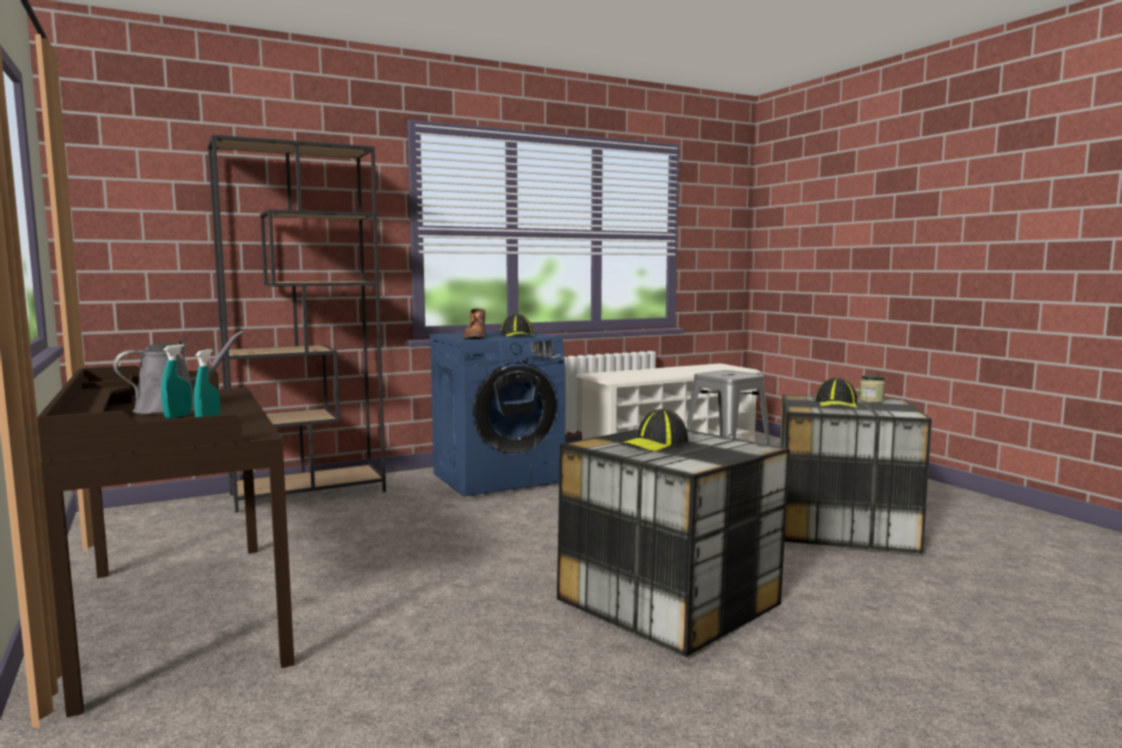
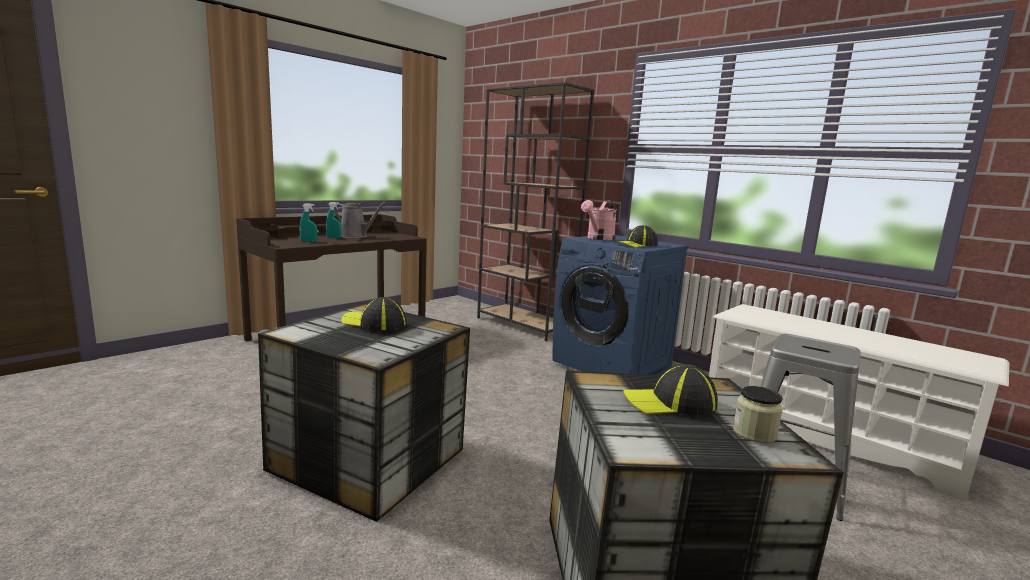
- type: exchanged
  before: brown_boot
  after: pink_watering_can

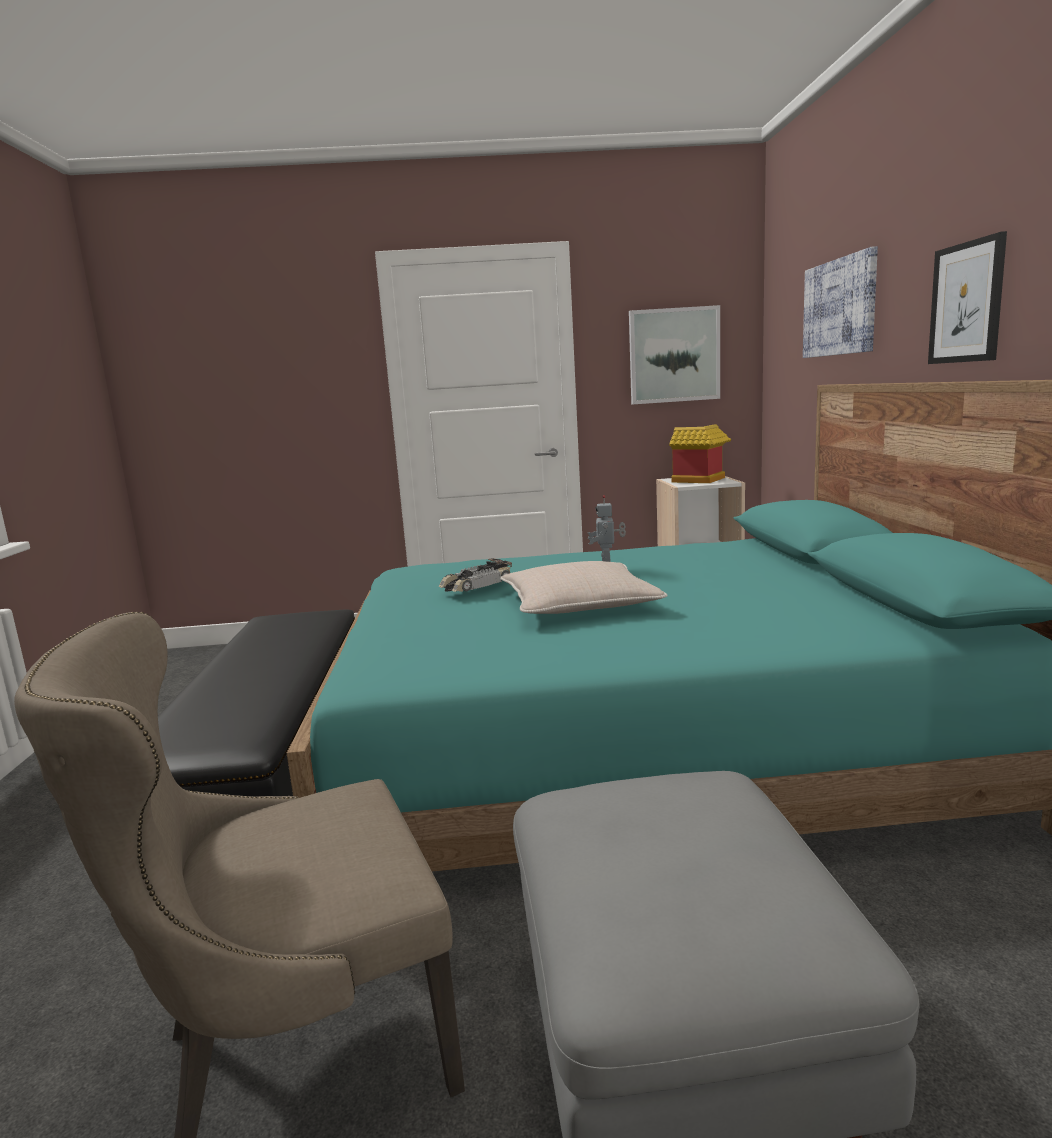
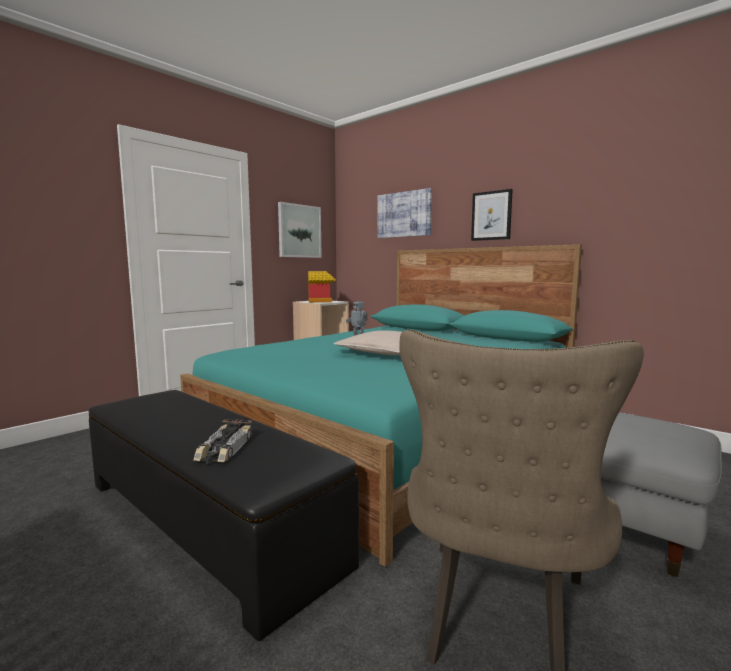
- type: relocated
  before: toy_car

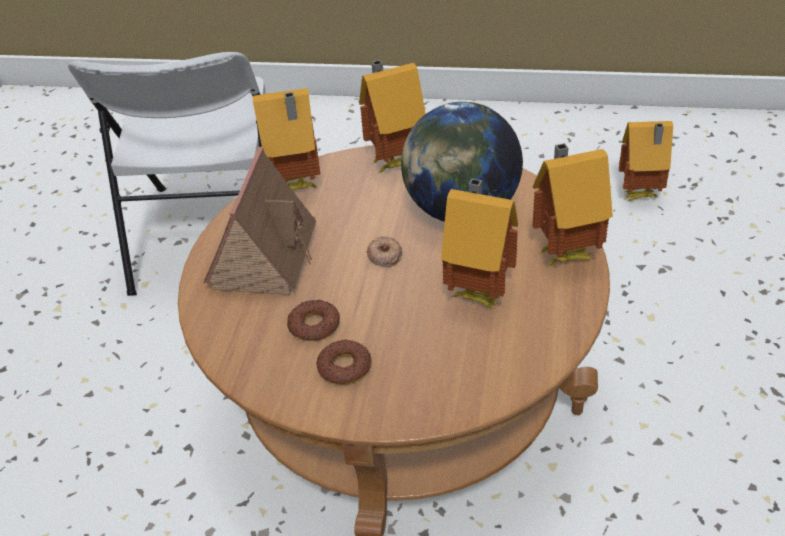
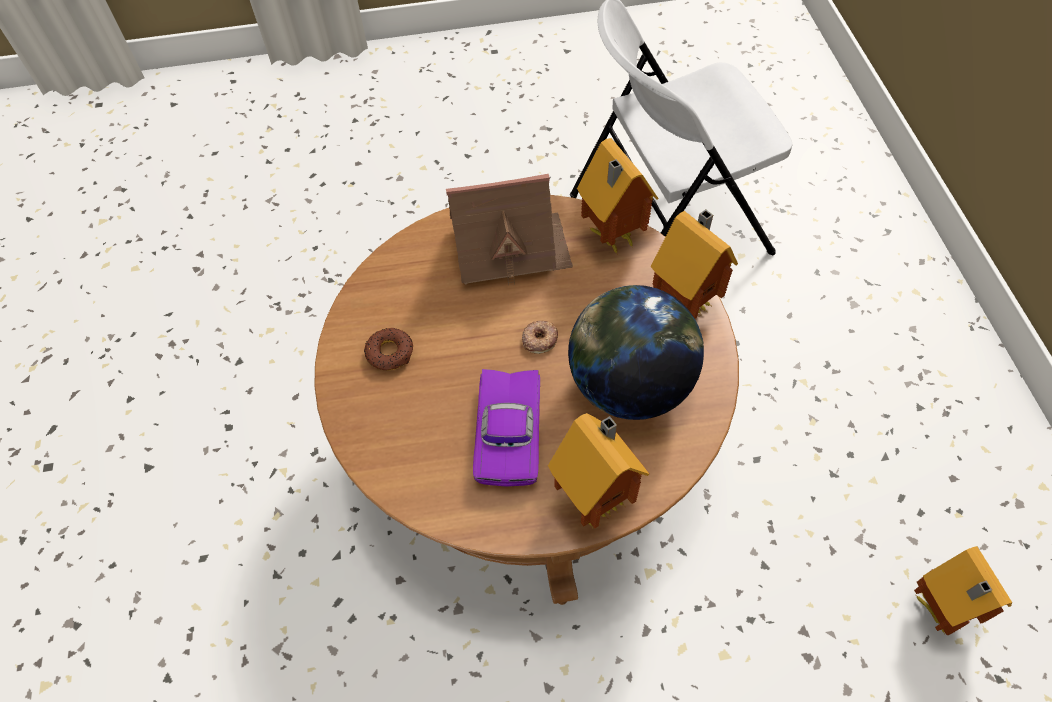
- type: exchanged
  before: toy_house (no. 4 from left)
  after: purple_toy_car
- type: missing
  before: donut (no. 1 from left)

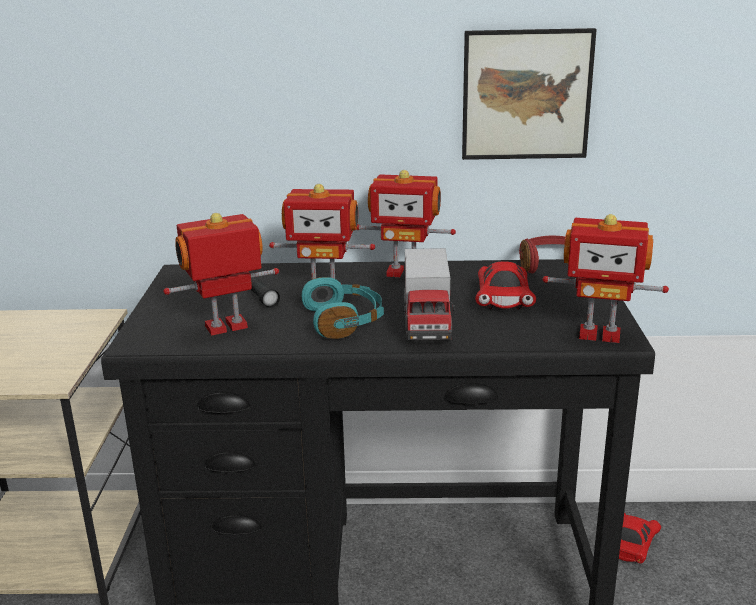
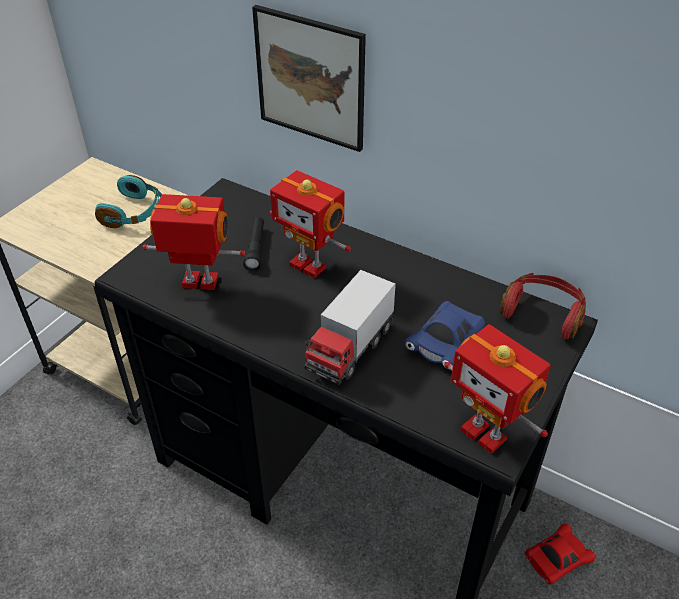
- type: relocated
  before: picture
- type: missing
  before: toy_robot (no. 3 from left)
- type: colour
  before: red_toy_car (no. 1 from left)
  after: blue_toy_car
- type: relocated
  before: turquoise_headphones

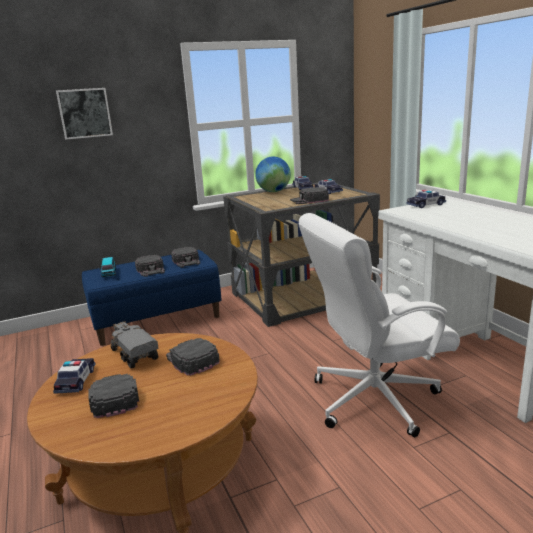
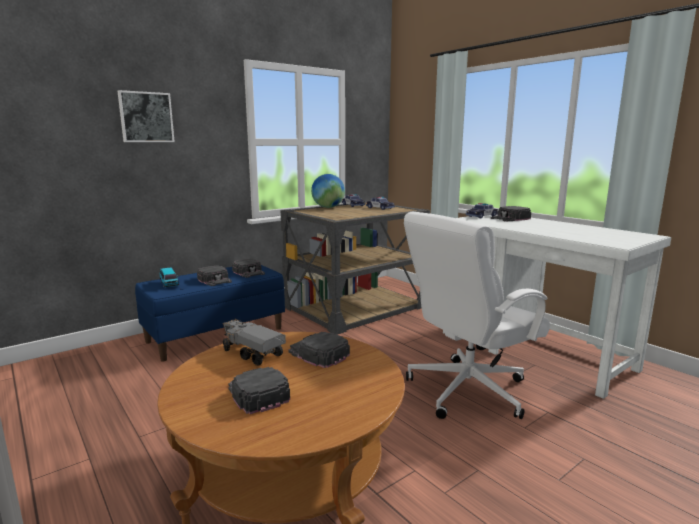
- type: relocated
  before: black_cap (no. 5 from left)
- type: missing
  before: toy_car (no. 1 from left)

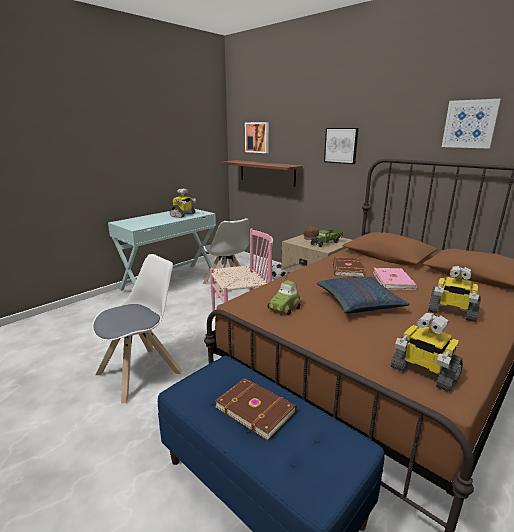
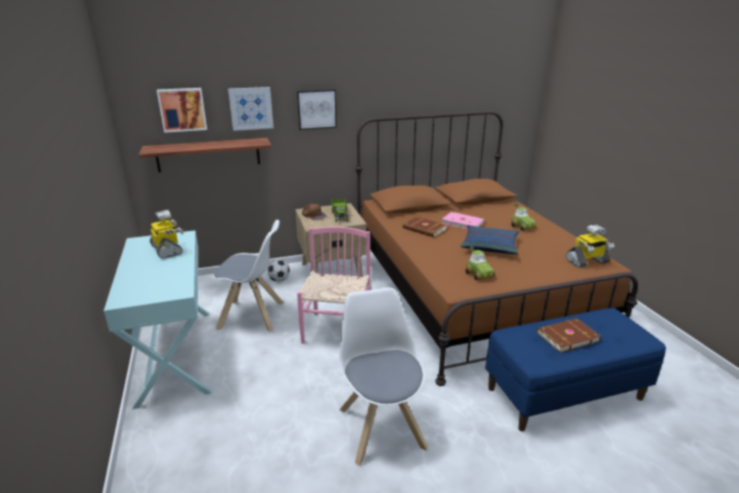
- type: relocated
  before: picture (no. 3 from left in the first image)
  after: picture (no. 2 from left)
- type: exchanged
  before: toy_robot (no. 3 from left)
  after: toy_car (no. 2 from left)

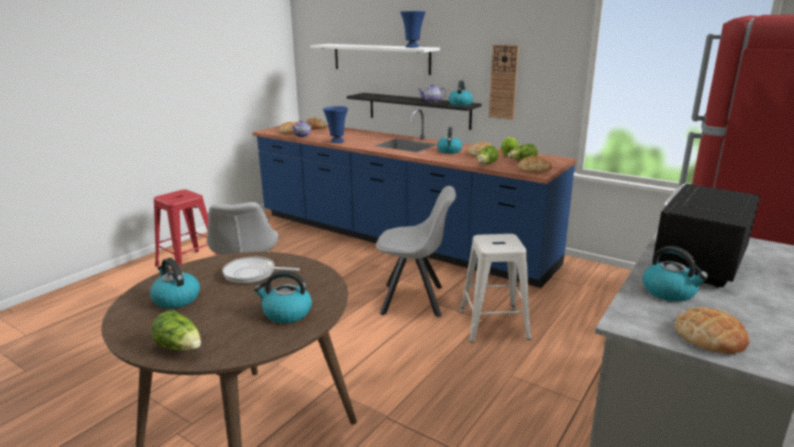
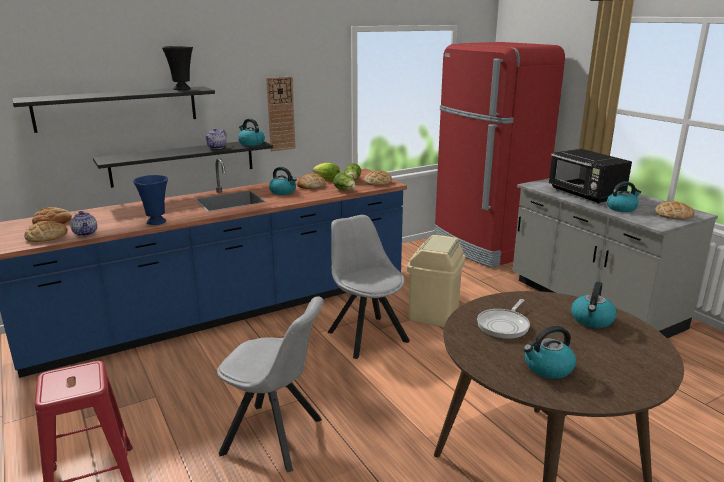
- type: colour
  before: blue_vase (no. 2 from left)
  after: black_vase
- type: colour
  before: white_shelf
  after: black_shelf (no. 1 from left)
- type: spun
  before: grey_chair (no. 2 from left)
  turn: -60
- type: exchanged
  before: white_stool
  after: beige_trash_can
- type: missing
  before: lettuce (no. 1 from left)

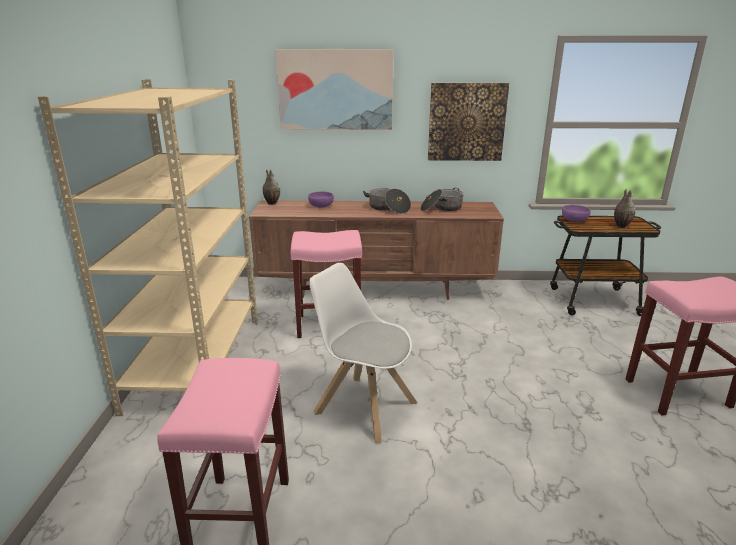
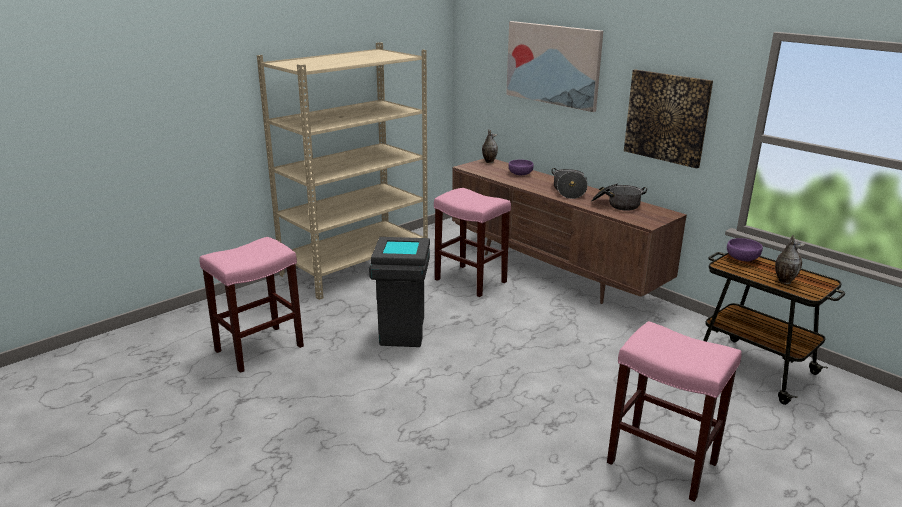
- type: exchanged
  before: chair
  after: grey_trash_can

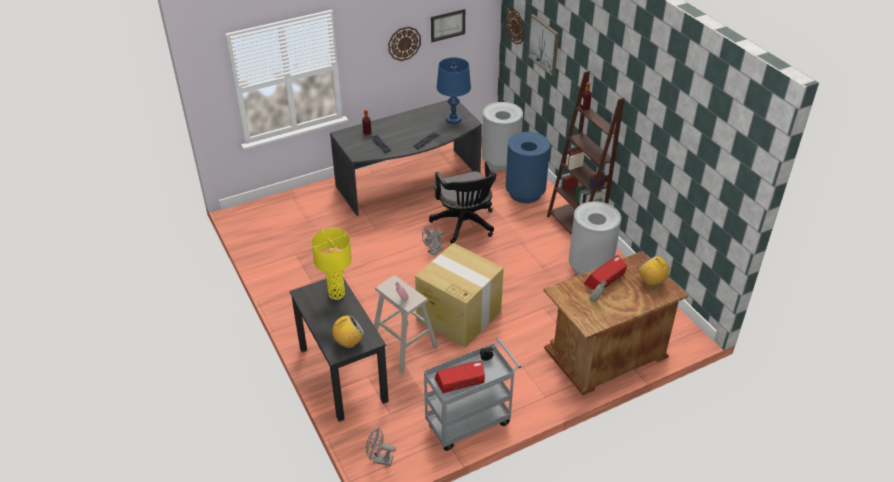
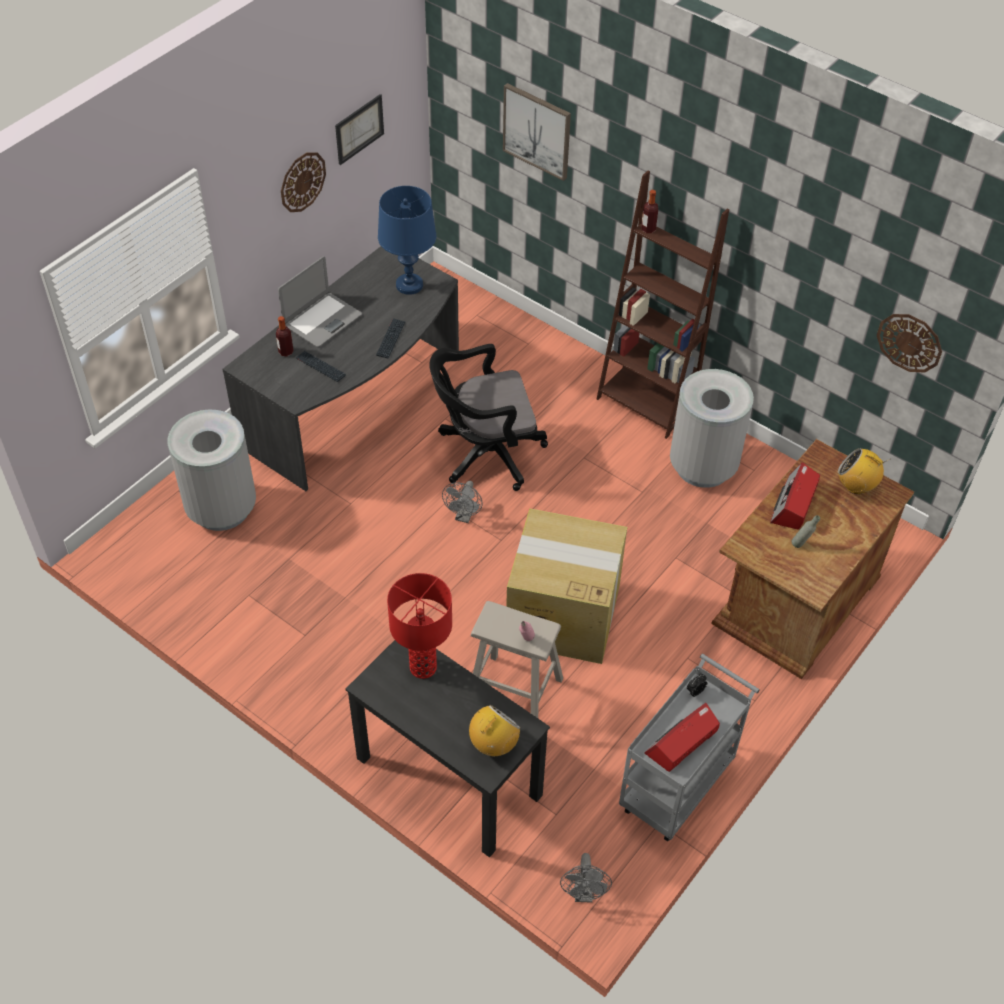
- type: relocated
  before: wall_clock (no. 2 from left)
- type: relocated
  before: grey_trash_can (no. 1 from left)
- type: missing
  before: blue_trash_can
- type: spun
  before: black_office_chair
  turn: 120
- type: colour
  before: yellow_table_lamp
  after: red_table_lamp
- type: spun
  before: grey_fan (no. 1 from left in the first image)
  turn: -75
- type: appeared
  after: laptop

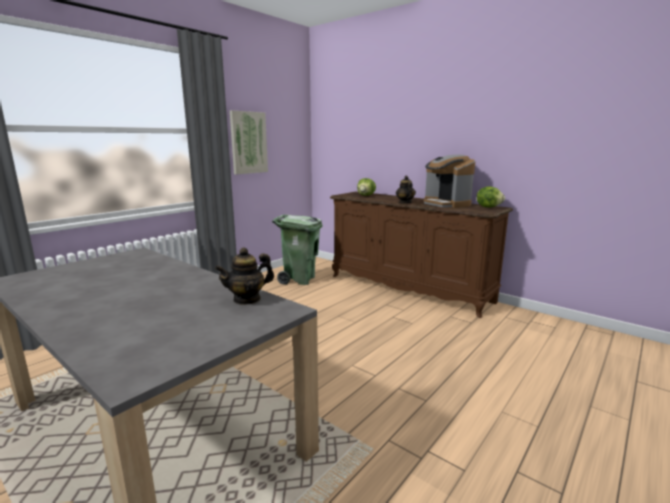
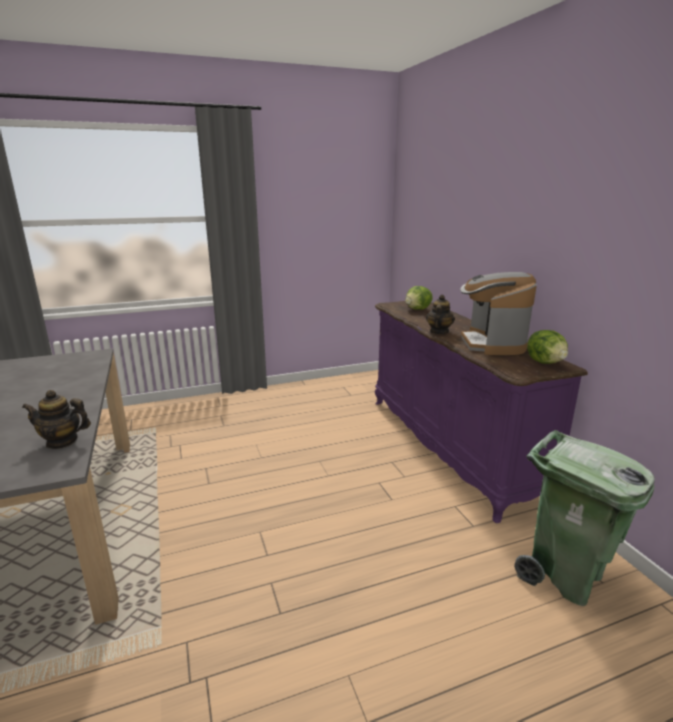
- type: missing
  before: picture
- type: colour
  before: brown_cabinet
  after: purple_cabinet
- type: relocated
  before: green_trash_can

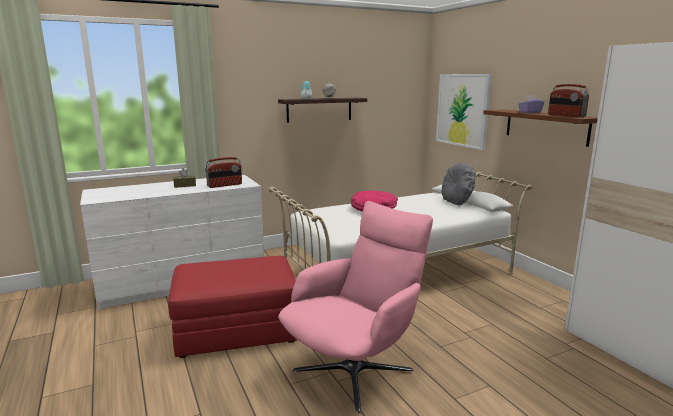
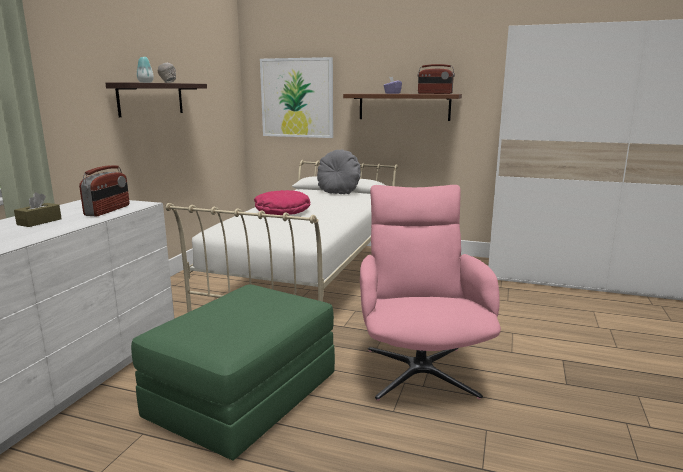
- type: colour
  before: red_ottoman
  after: green_ottoman

